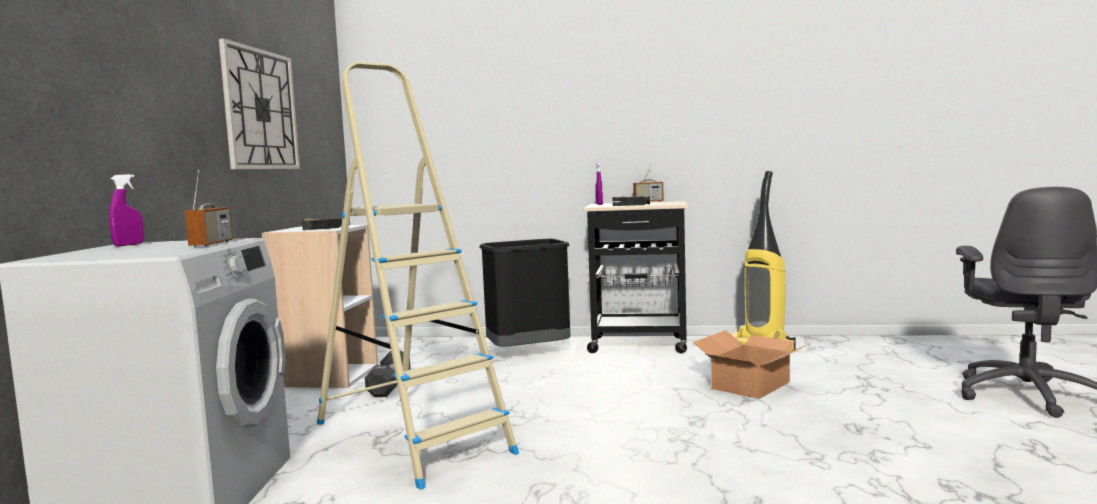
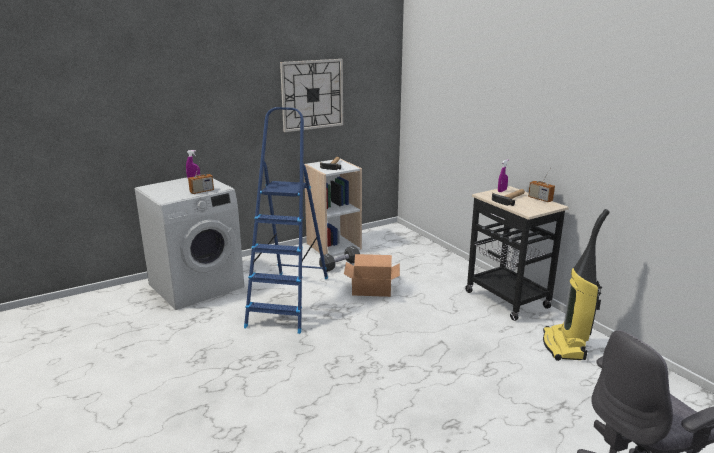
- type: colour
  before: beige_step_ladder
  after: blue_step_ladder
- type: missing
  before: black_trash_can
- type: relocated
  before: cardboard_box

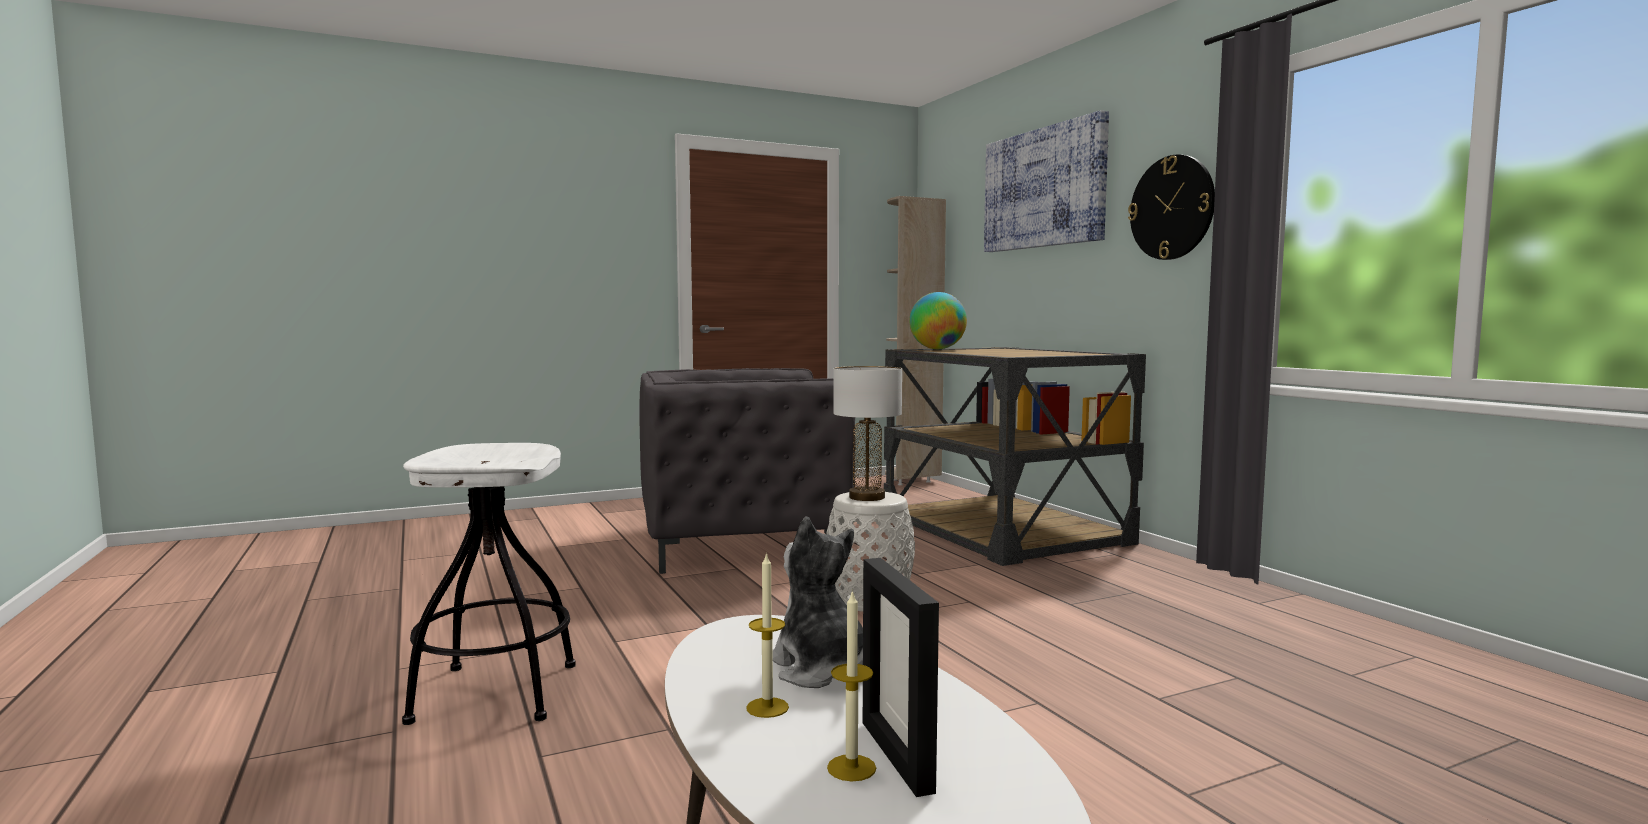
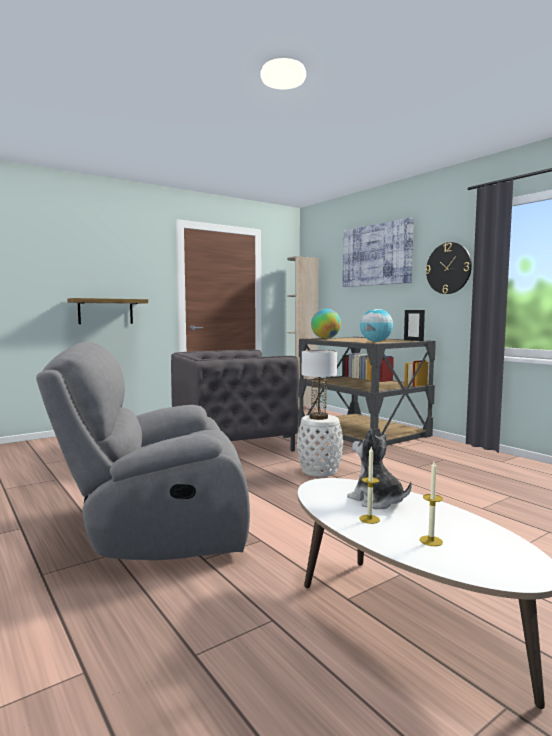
- type: exchanged
  before: white_stool (no. 1 from left)
  after: grey_armchair (no. 1 from left)
- type: relocated
  before: picture_frame
- type: appeared
  after: shelf
- type: appeared
  after: globe (no. 2 from left)

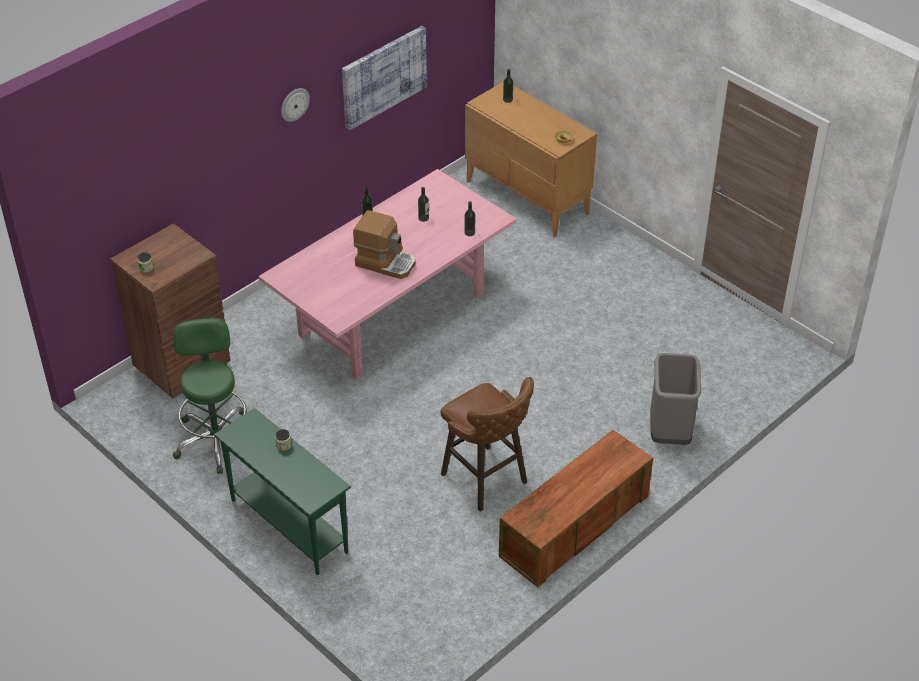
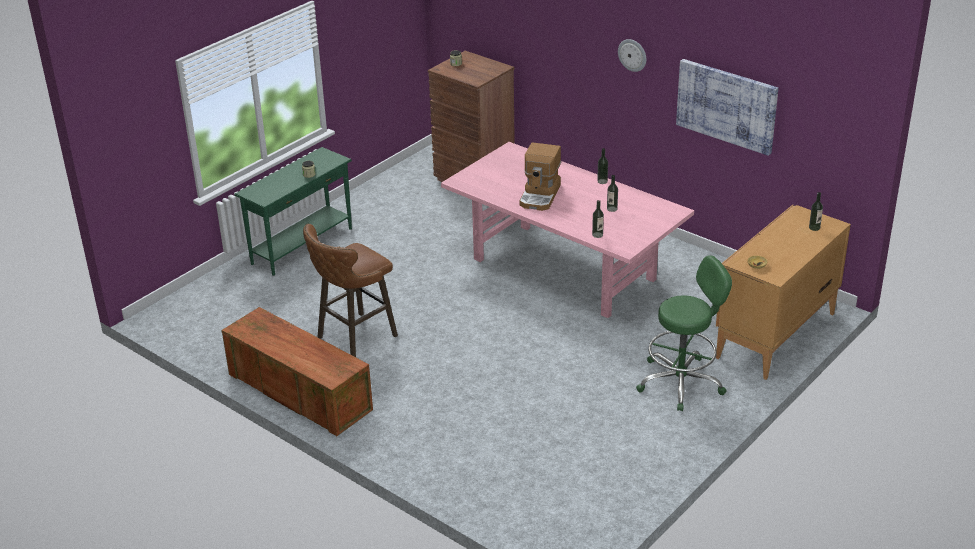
- type: relocated
  before: green_stool
- type: missing
  before: grey_trash_can

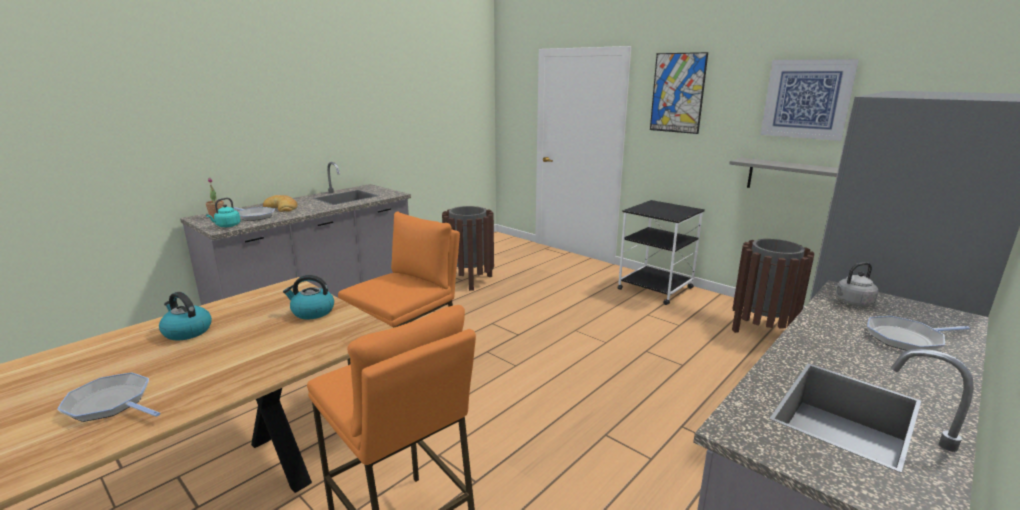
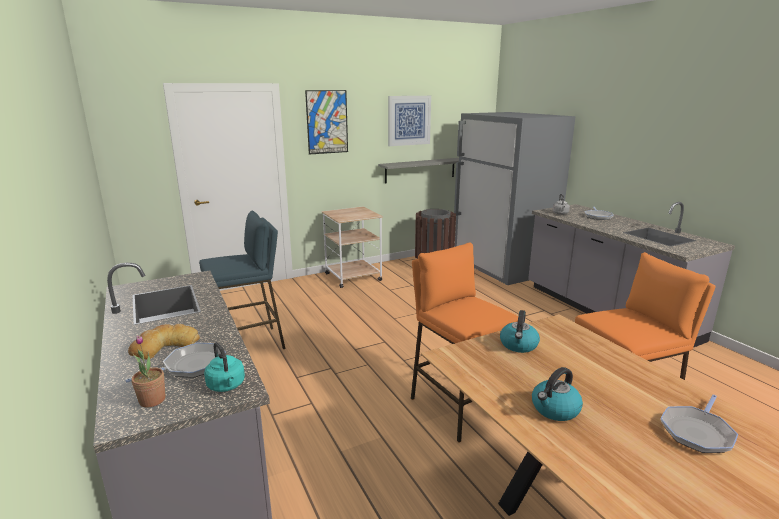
- type: colour
  before: black_cart
  after: beige_cart
- type: exchanged
  before: brown_trash_can (no. 1 from left)
  after: blue_stool

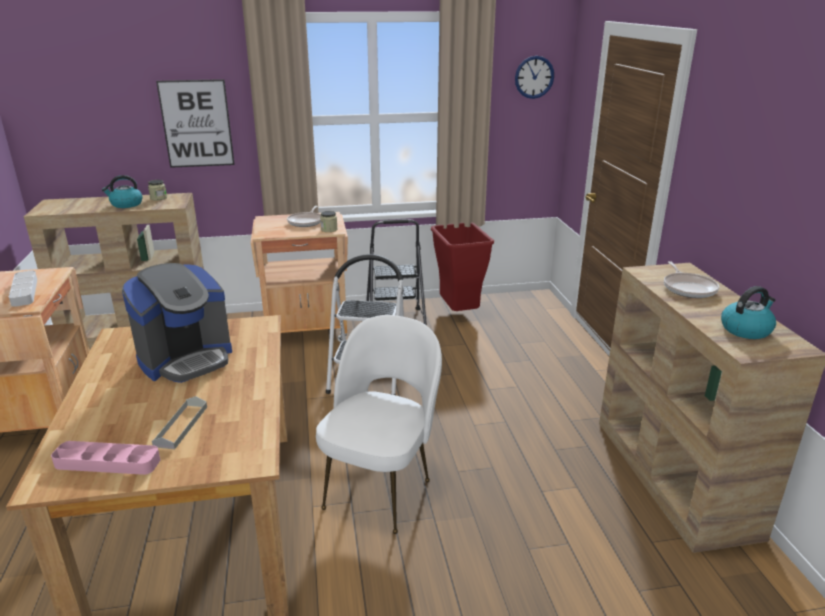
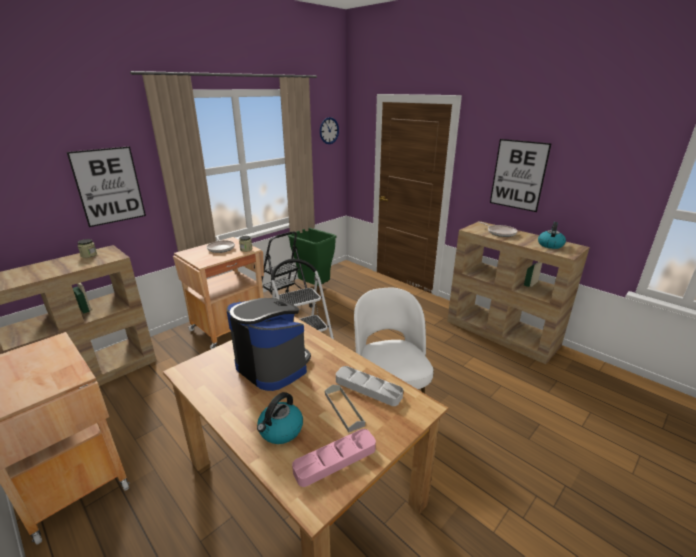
- type: relocated
  before: kettle (no. 1 from left)
- type: colour
  before: red_trash_can
  after: green_trash_can
- type: spun
  before: coffee_machine
  turn: -60
- type: relocated
  before: grey_tray (no. 1 from left in the first image)
  after: grey_tray (no. 2 from left)
- type: appeared
  after: picture (no. 2 from left)

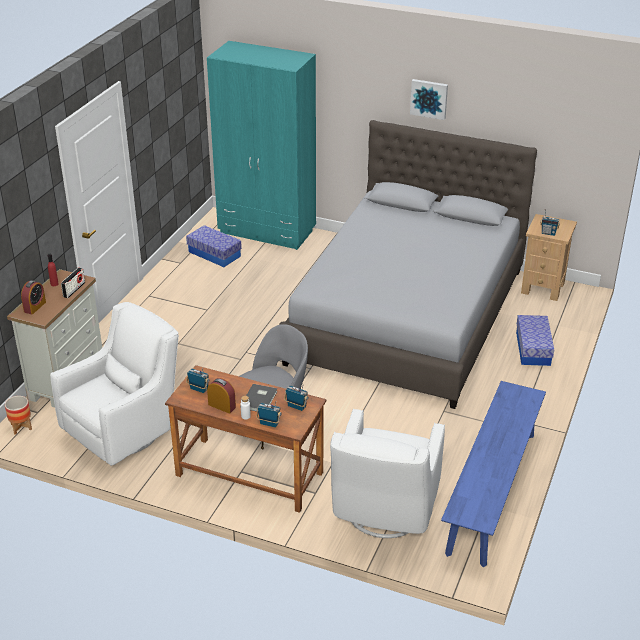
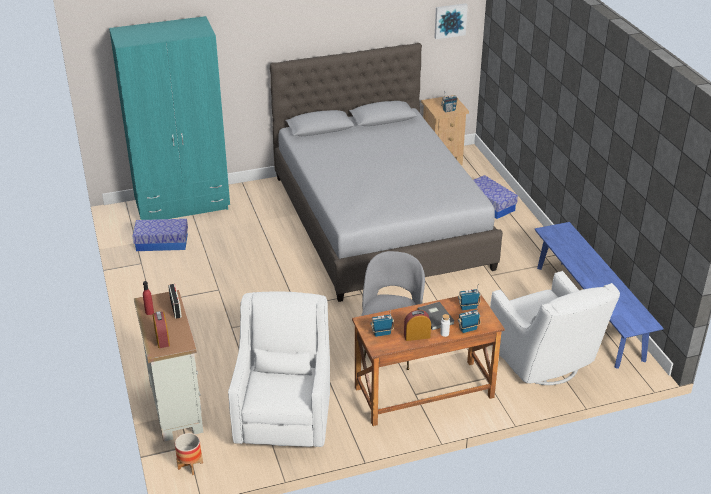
- type: relocated
  before: picture

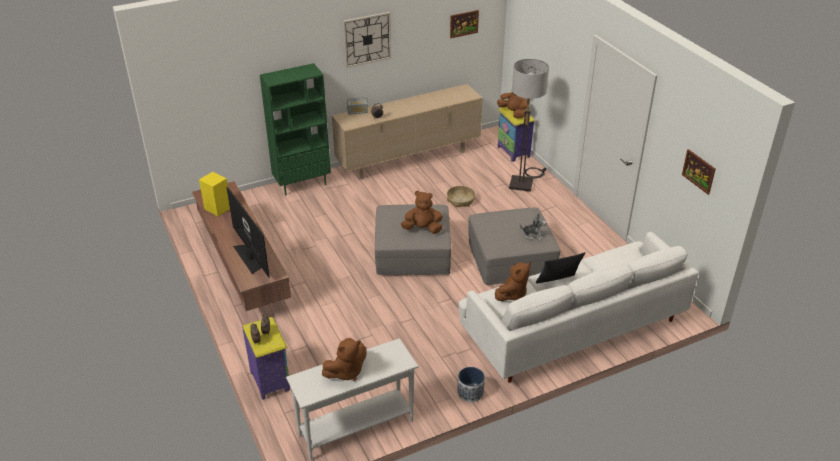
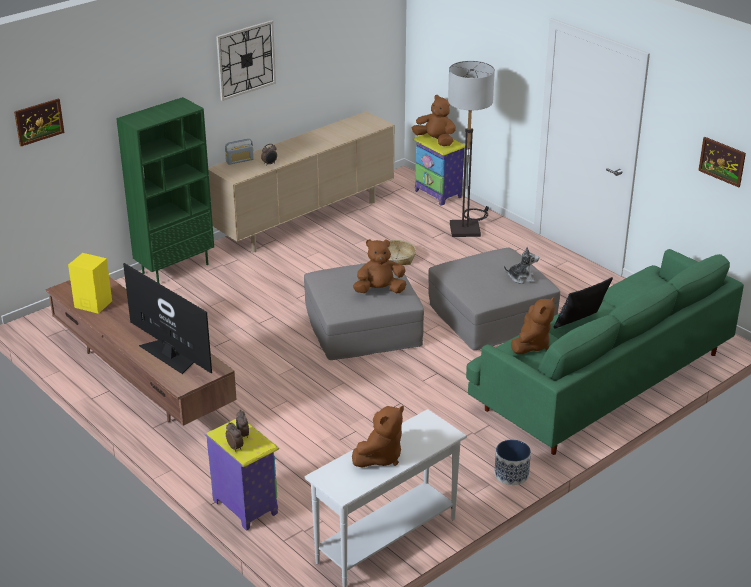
- type: relocated
  before: picture (no. 1 from left)
- type: colour
  before: white_sofa
  after: green_sofa

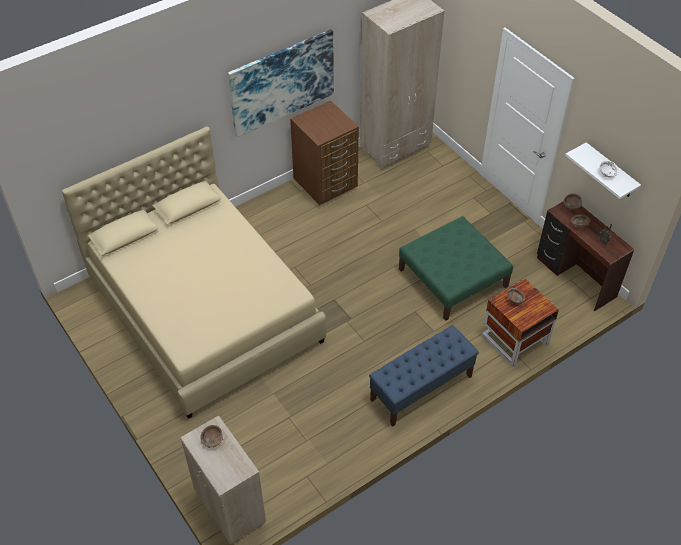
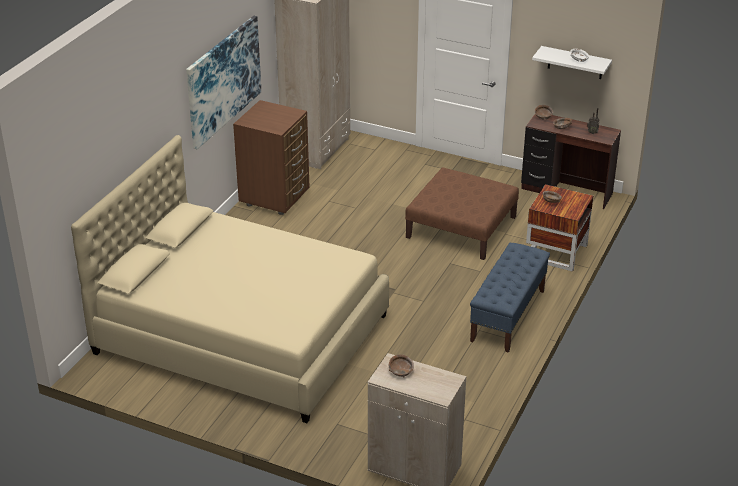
- type: colour
  before: green_ottoman
  after: brown_ottoman

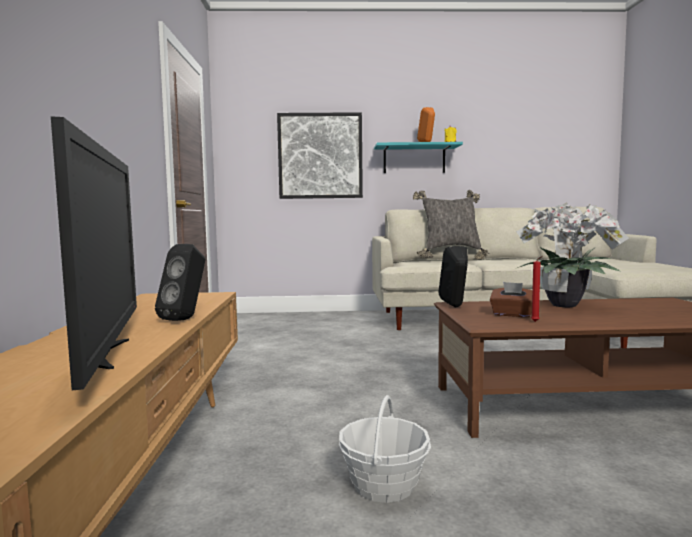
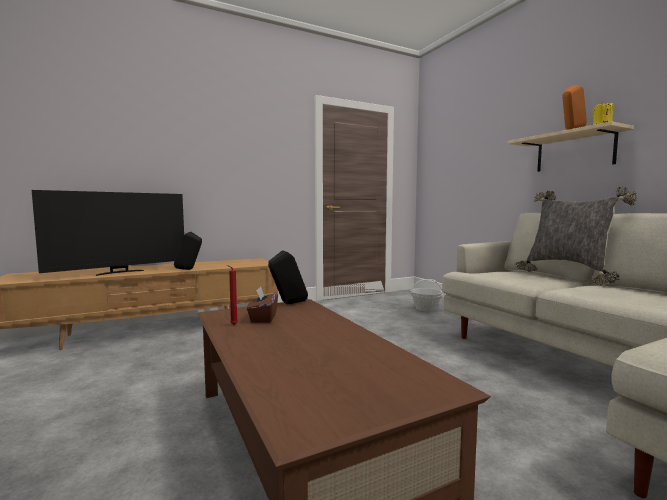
- type: missing
  before: picture
- type: colour
  before: turquoise_shelf
  after: beige_shelf
- type: missing
  before: potted_plant
- type: relocated
  before: basket

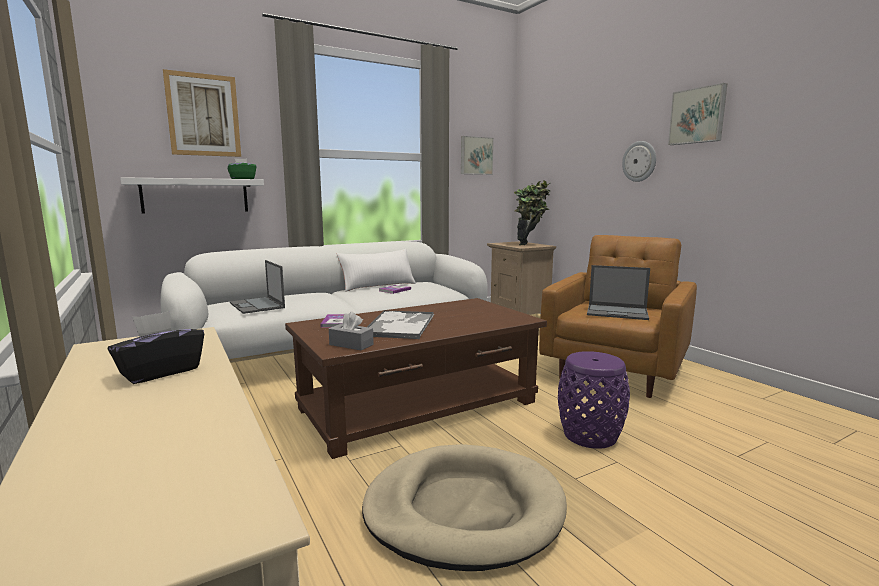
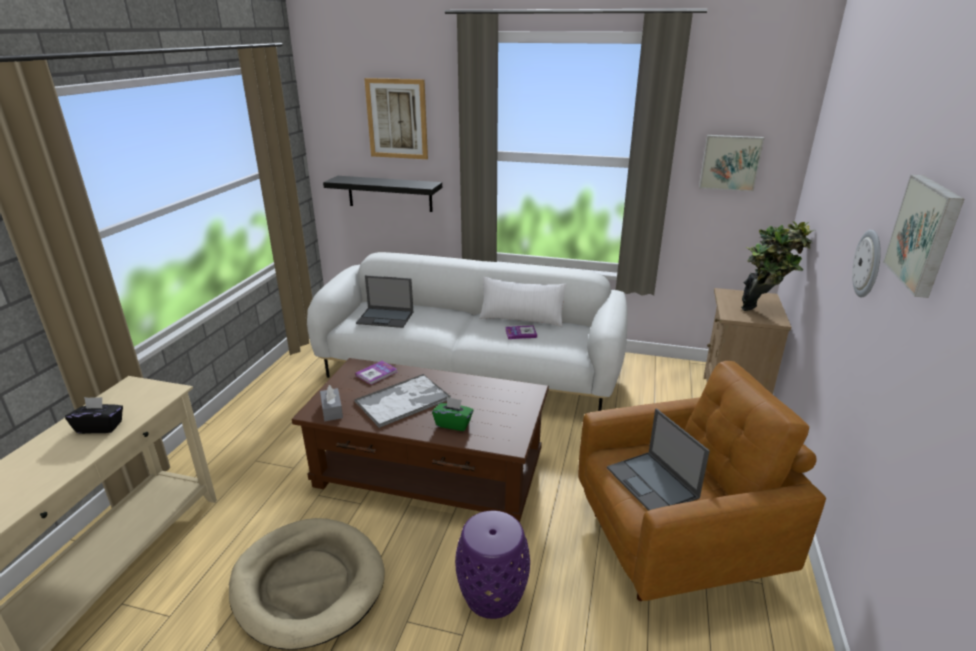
- type: relocated
  before: green_tissue_box
- type: colour
  before: white_shelf
  after: black_shelf
- type: spun
  before: laptop (no. 1 from left)
  turn: -90

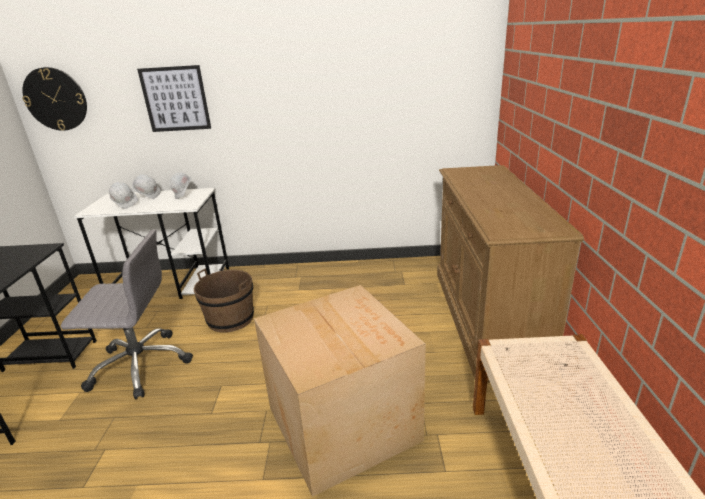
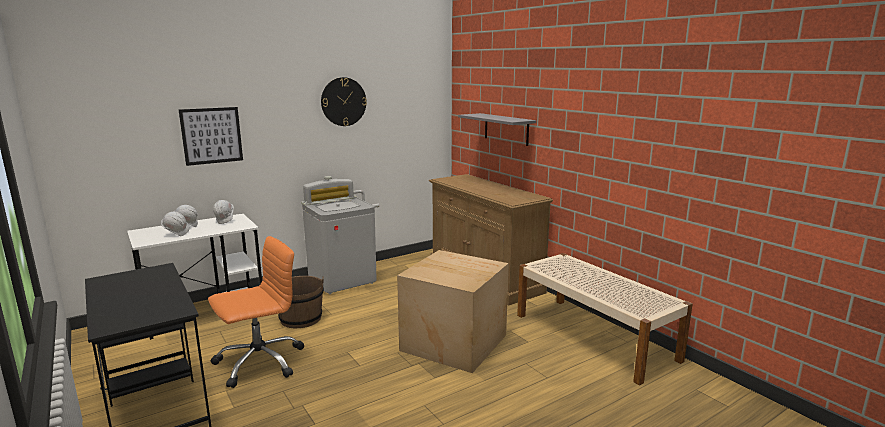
- type: relocated
  before: wall_clock
- type: colour
  before: grey_office_chair
  after: orange_office_chair
- type: appeared
  after: grey_shelf
- type: appeared
  after: grey_washing_machine

